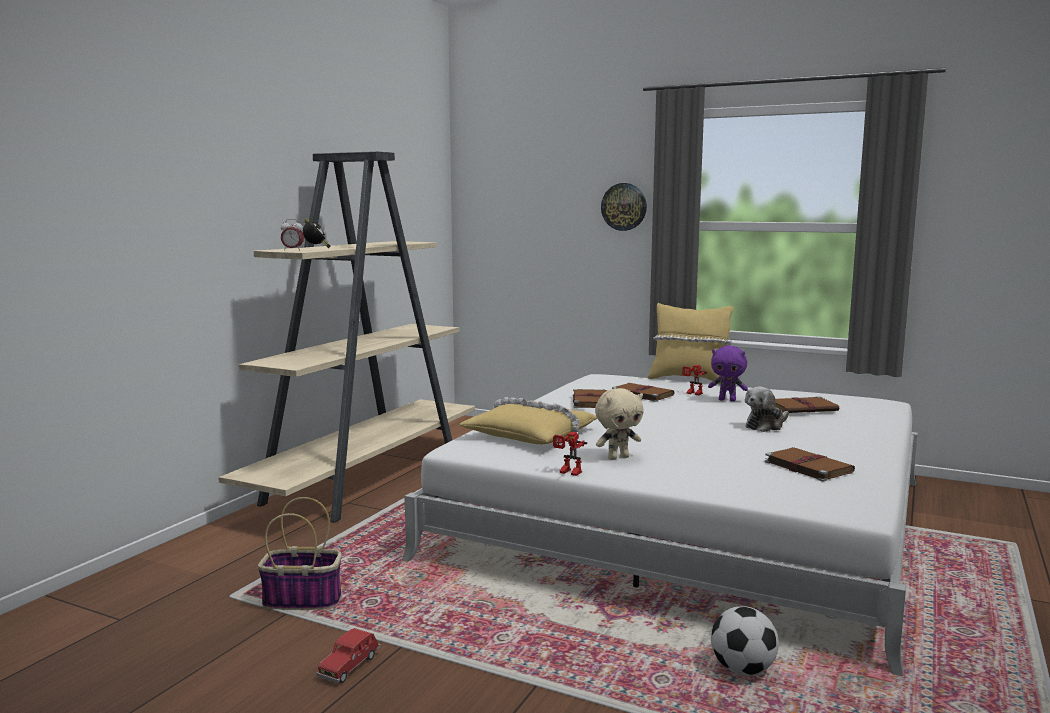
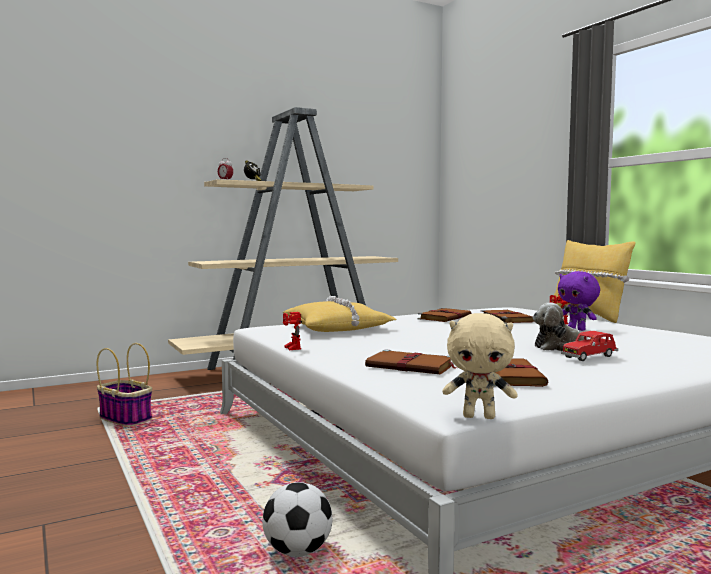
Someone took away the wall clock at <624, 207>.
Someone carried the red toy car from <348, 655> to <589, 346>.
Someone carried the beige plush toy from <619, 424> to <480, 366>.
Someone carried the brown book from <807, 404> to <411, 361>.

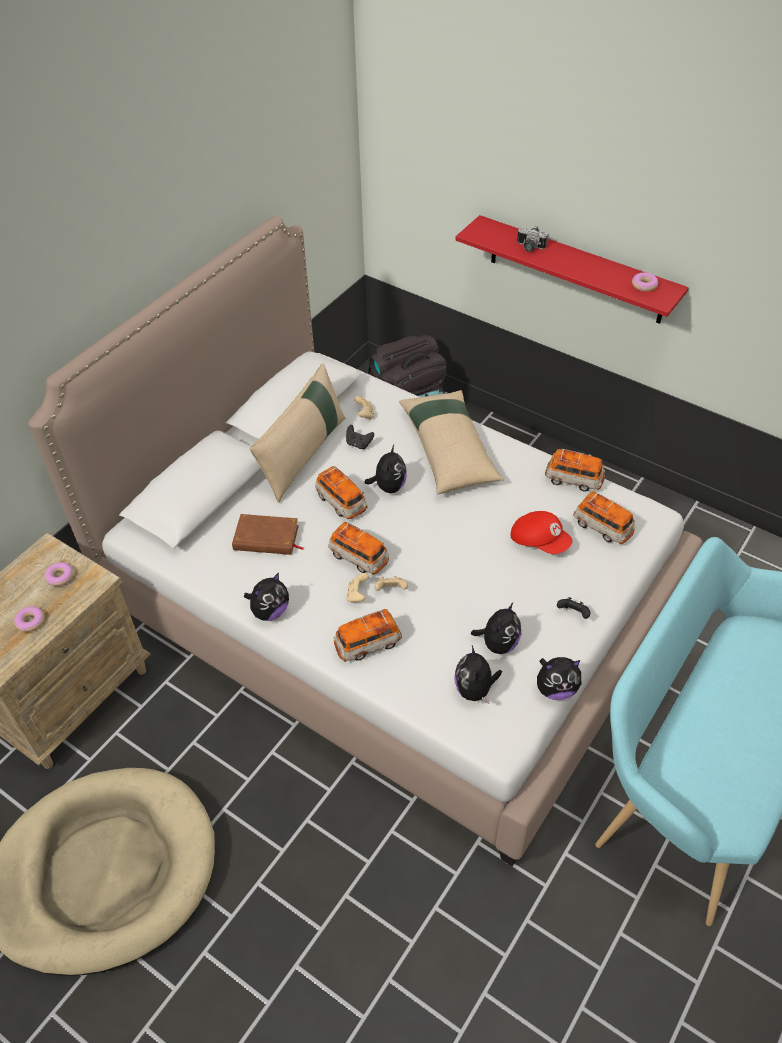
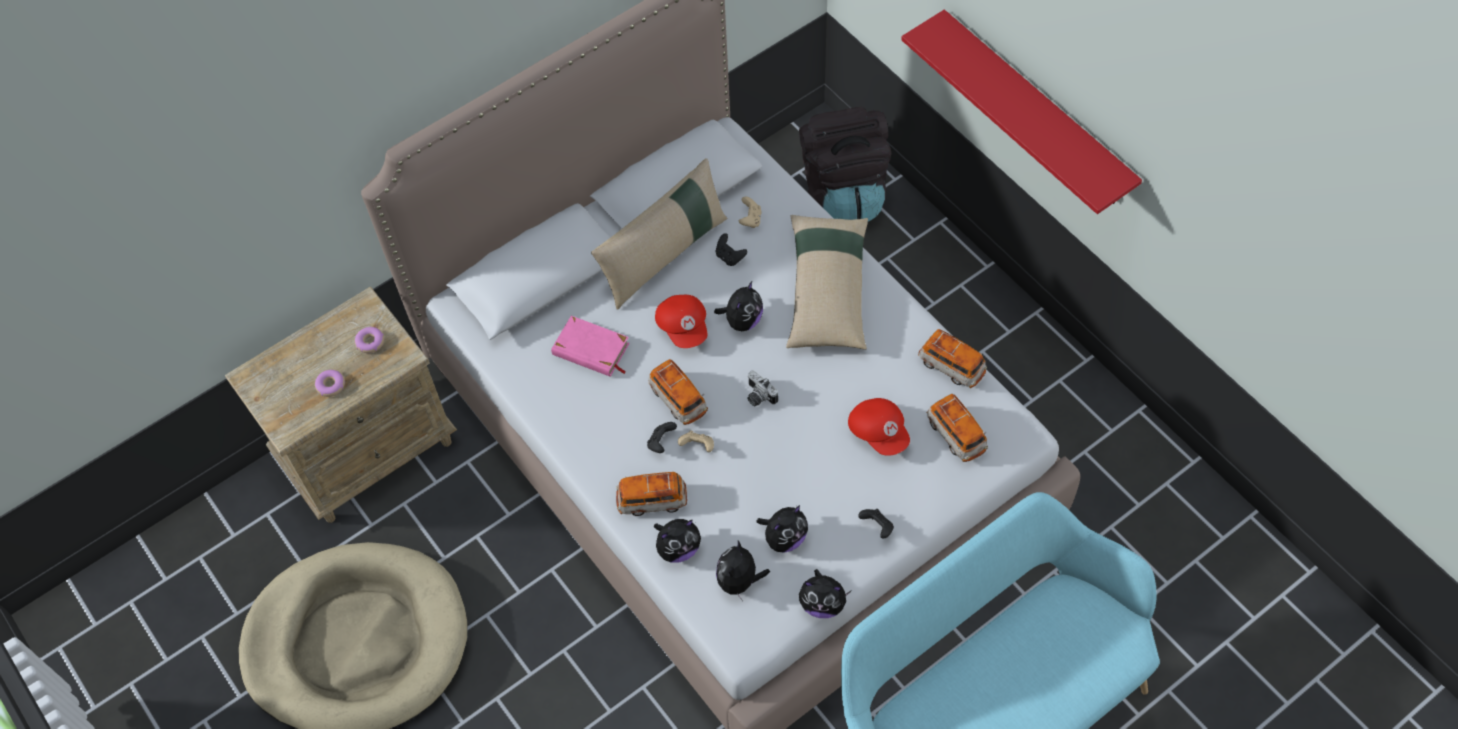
Someone took away the donut at <645, 282>.
Someone carried the plush toy from <266, 597> to <677, 541>.
Someone carried the photo camera from <532, 239> to <762, 388>.
Someone swapped the toy car at <341, 492> for the red cap at <681, 321>.
Someone repainted the brown book at <267, 534>, which became the pink book at <590, 346>.
Someone repainted the beige game controller at <357, 588>, which became the black game controller at <662, 437>.

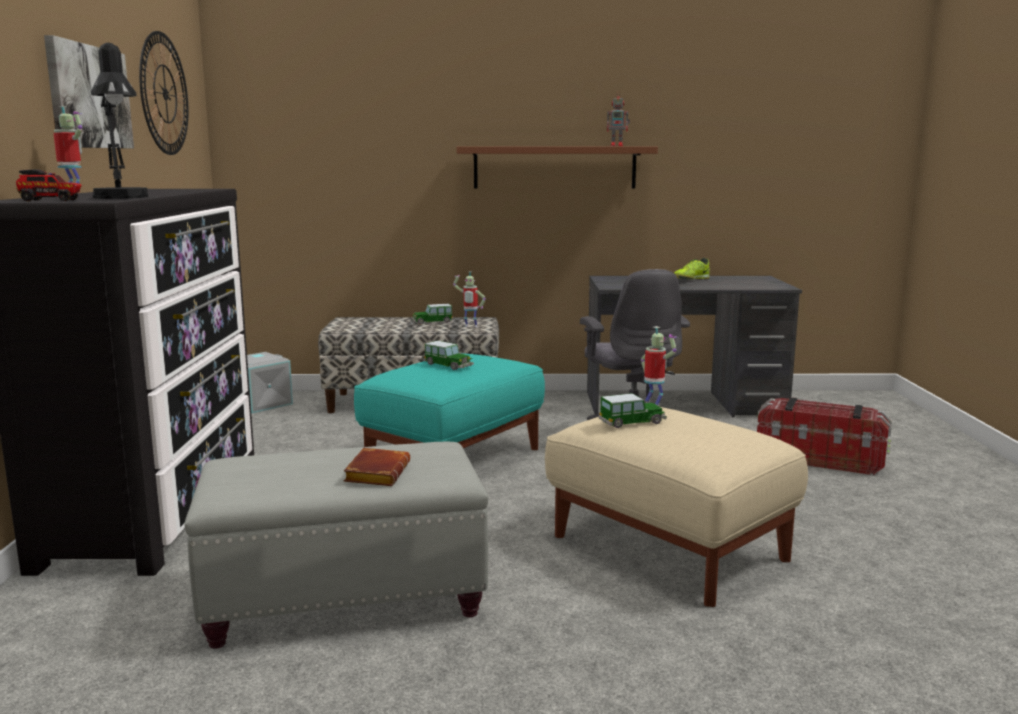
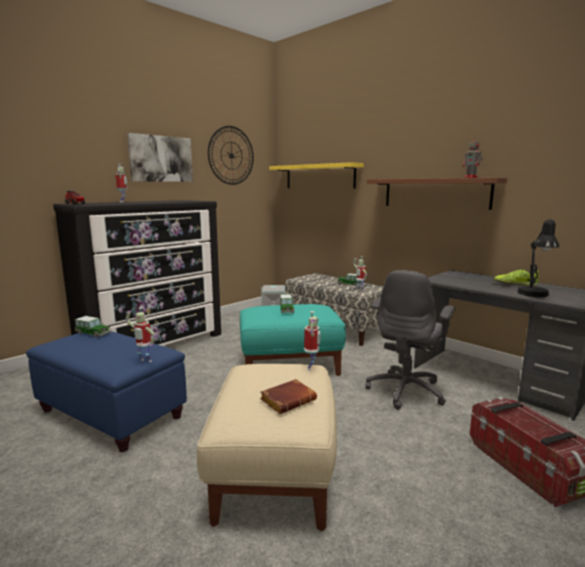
Someone put down the toy robot at <140, 334>.
Someone put up the yellow shelf at <316, 175>.
Someone carried the black table lamp from <119, 121> to <538, 258>.
Someone carried the brown book from <377, 467> to <288, 396>.
Someone carried the toy car from <633, 410> to <93, 327>.
Someone repainted the grey ottoman at <336, 545>, which became the blue ottoman at <106, 391>.

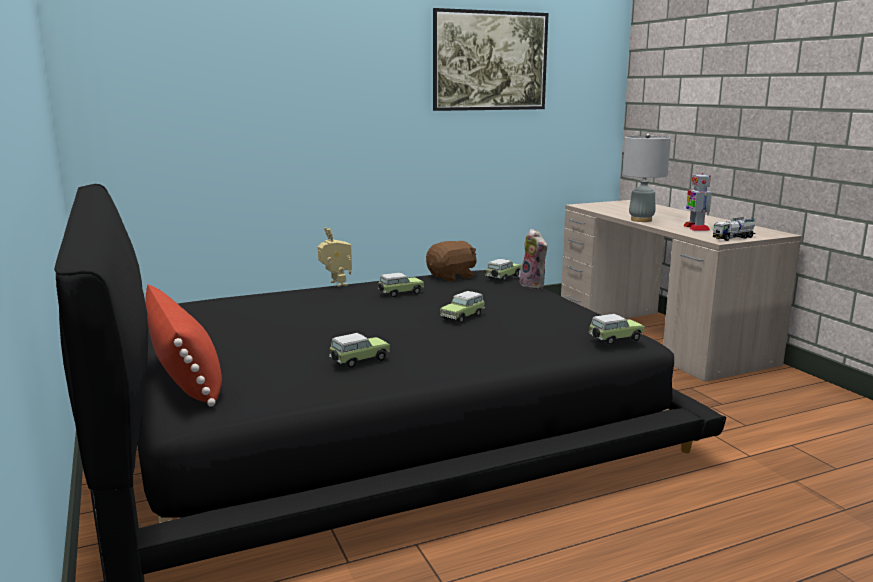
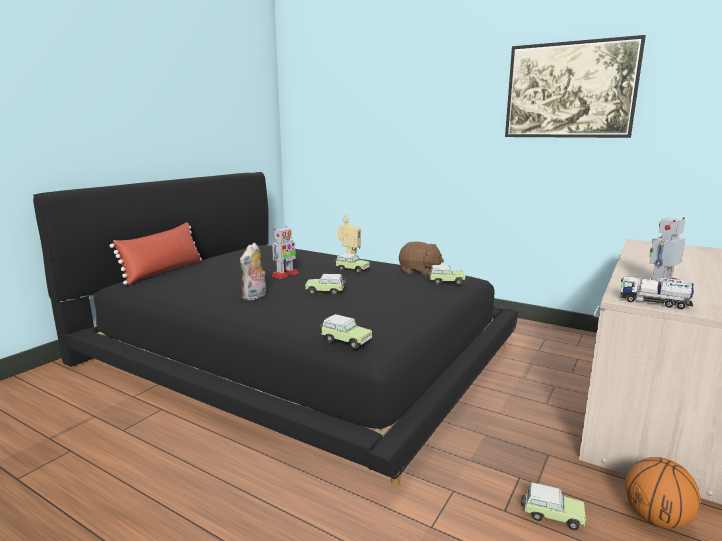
Someone took away the grey table lamp at <647, 177>.
Someone put down the toy robot at <285, 253>.
Someone put down the basketball at <663, 493>.
Someone carried the toy car from <359, 350> to <553, 506>.
Someone carried the plush toy from <534, 259> to <253, 272>.

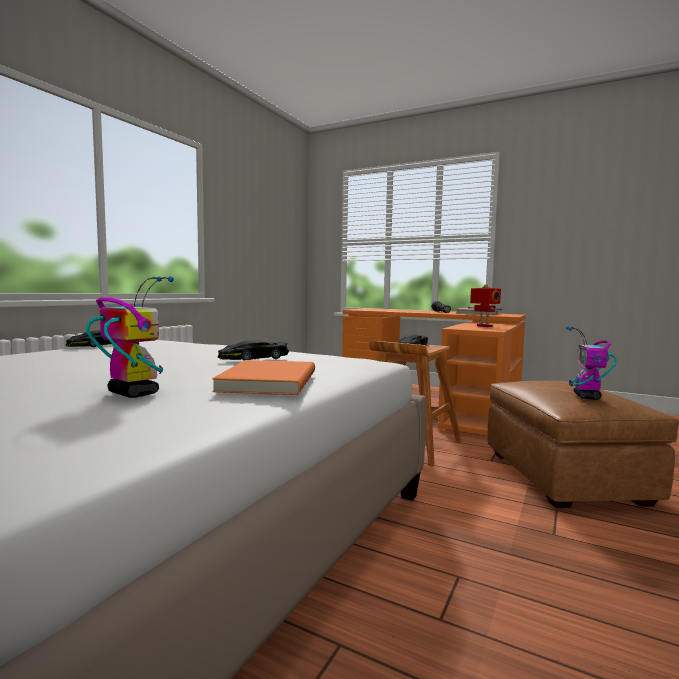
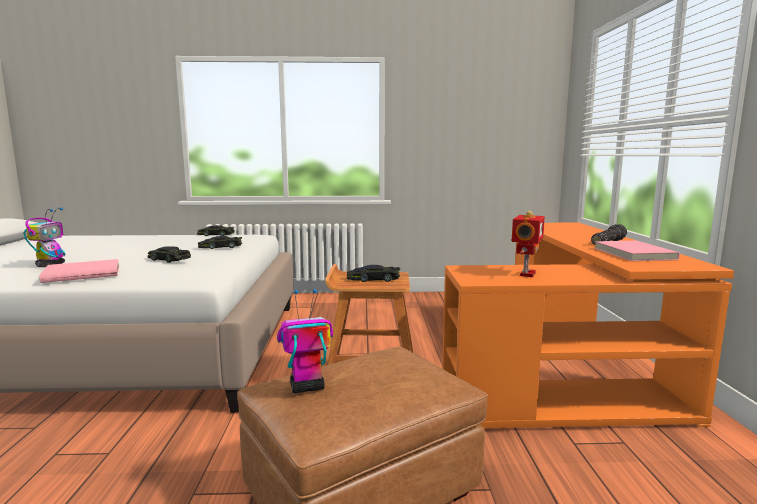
Someone put down the black toy car at <220, 242>.
Someone repainted the orange book at <263, 377>, which became the pink book at <79, 271>.

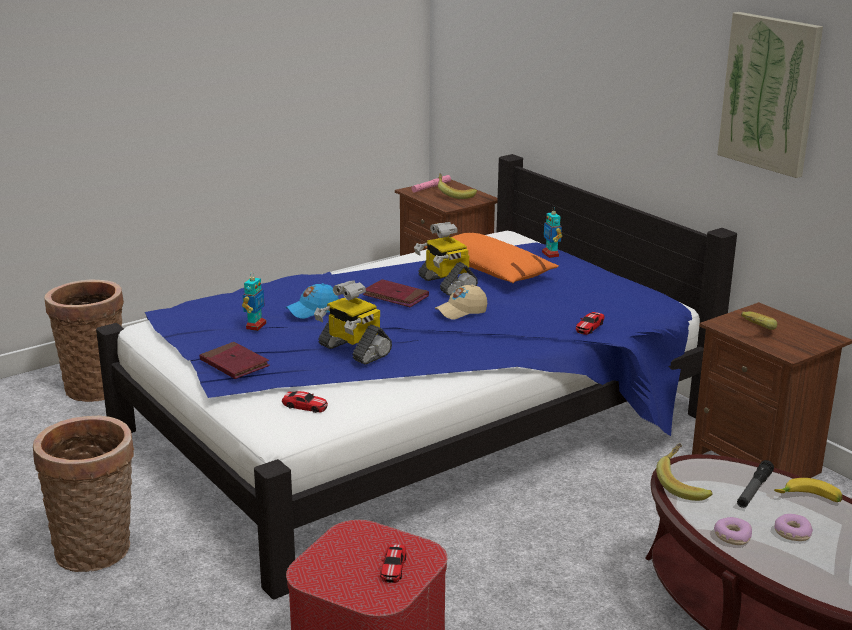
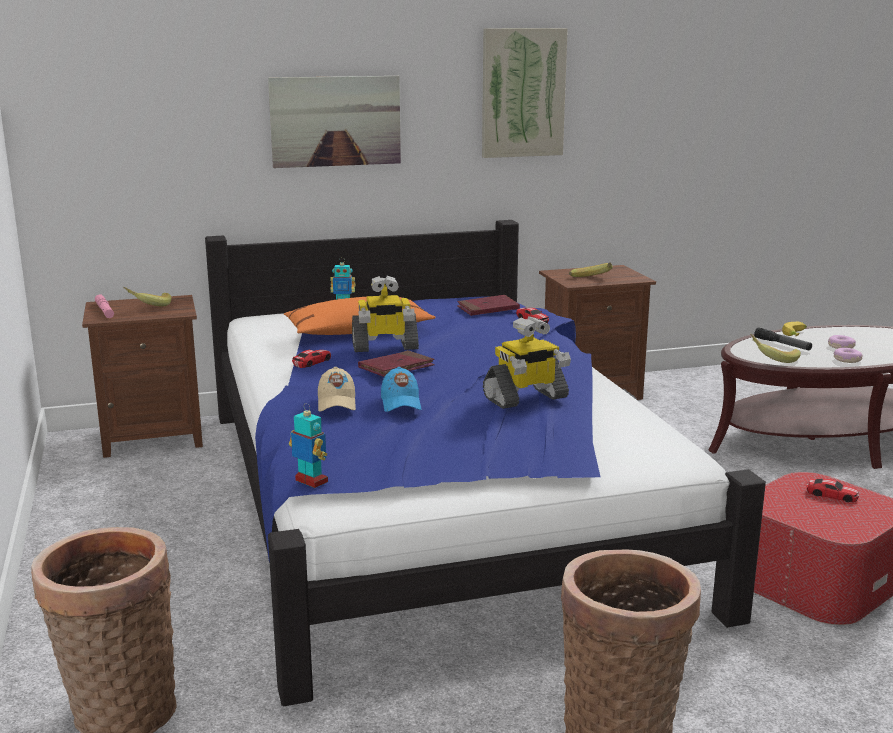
Someone put up the picture at <334, 122>.
Someone carried the red book from <234, 360> to <488, 305>.
Someone carried the toy robot from <254, 301> to <308, 445>.
Someone carried the toy car from <305, 402> to <311, 359>.
Someone carried the beige cap from <461, 302> to <337, 389>.

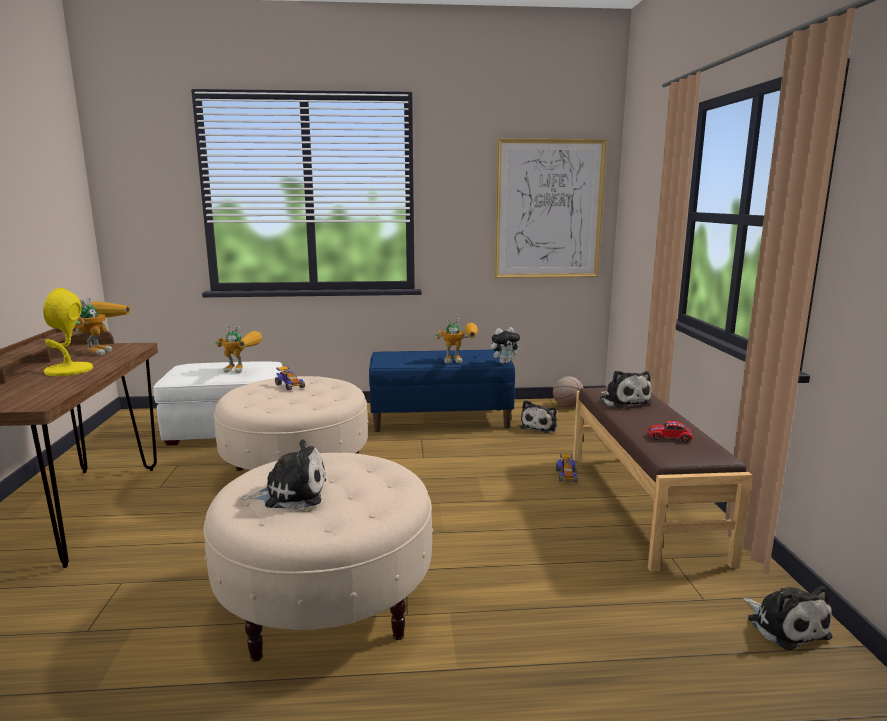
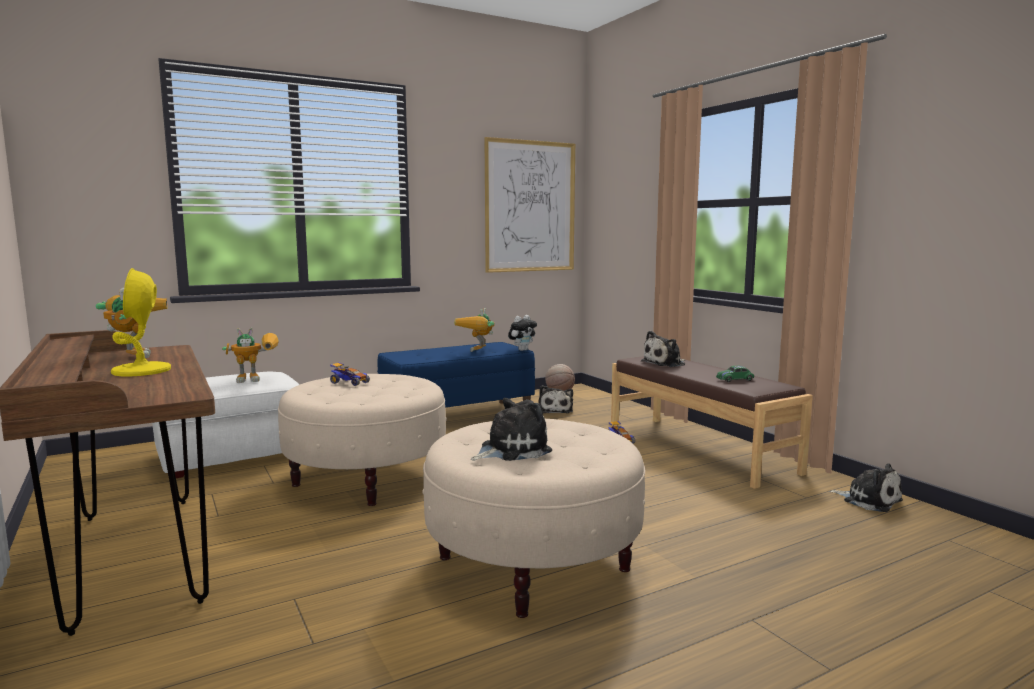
Someone repainted the red toy car at <670, 431>, which became the green toy car at <735, 374>.
Someone rotated the toy robot at <456, 340> by 135 degrees clockwise.
Someone rotated the plush toy at <626, 389> by 105 degrees clockwise.

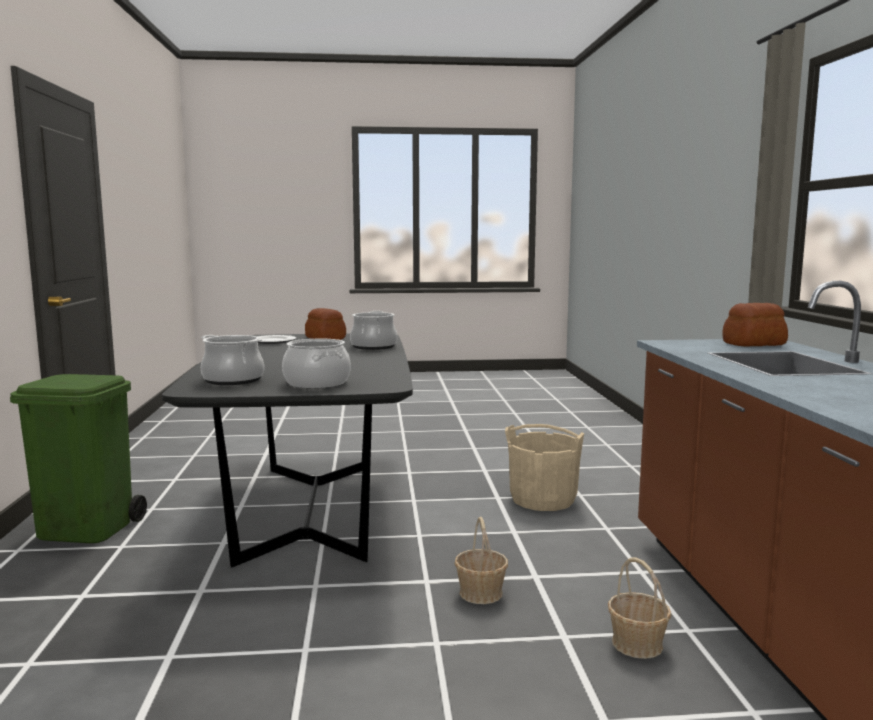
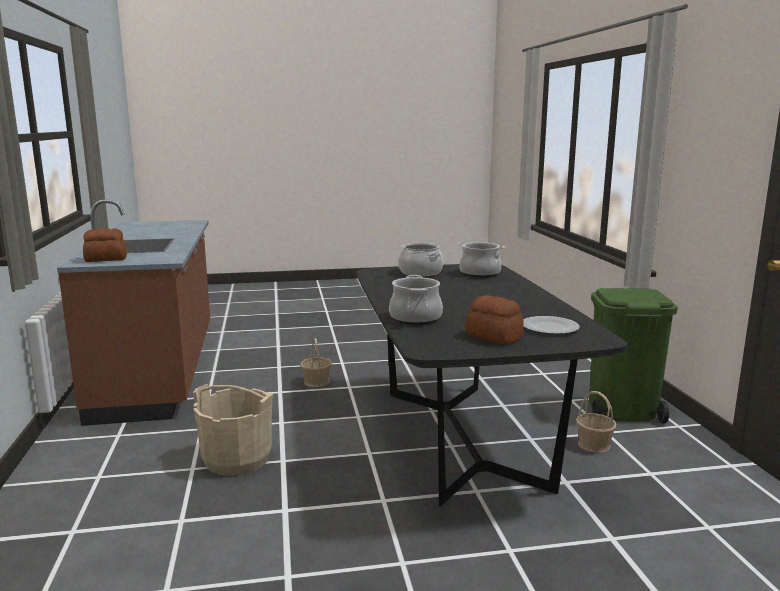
Someone carried the basket from <639, 608> to <596, 422>.

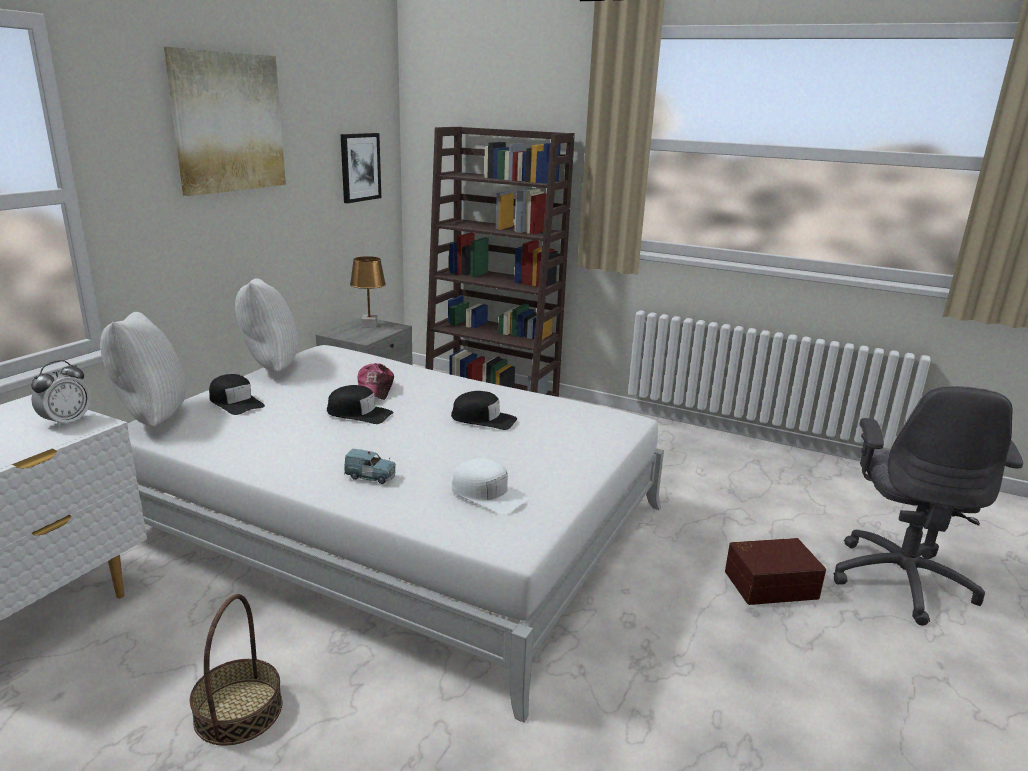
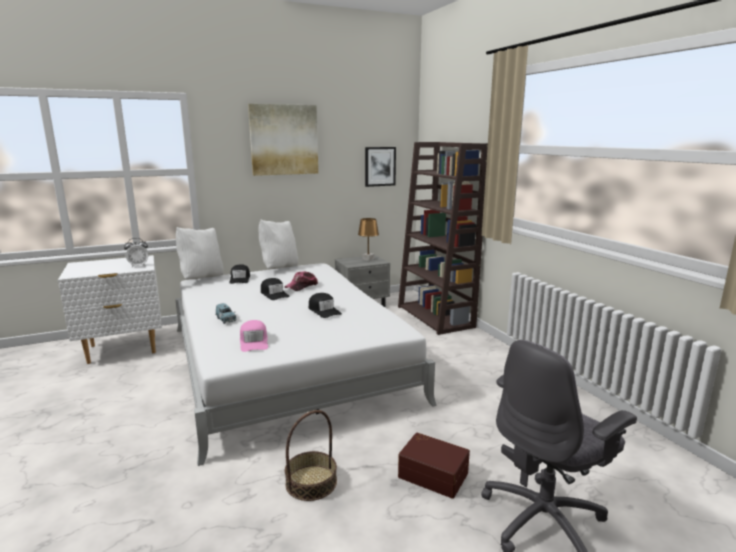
Someone carried the basket from <236, 670> to <311, 455>.
Someone repainted the white cap at <490, 486>, which became the pink cap at <254, 336>.

